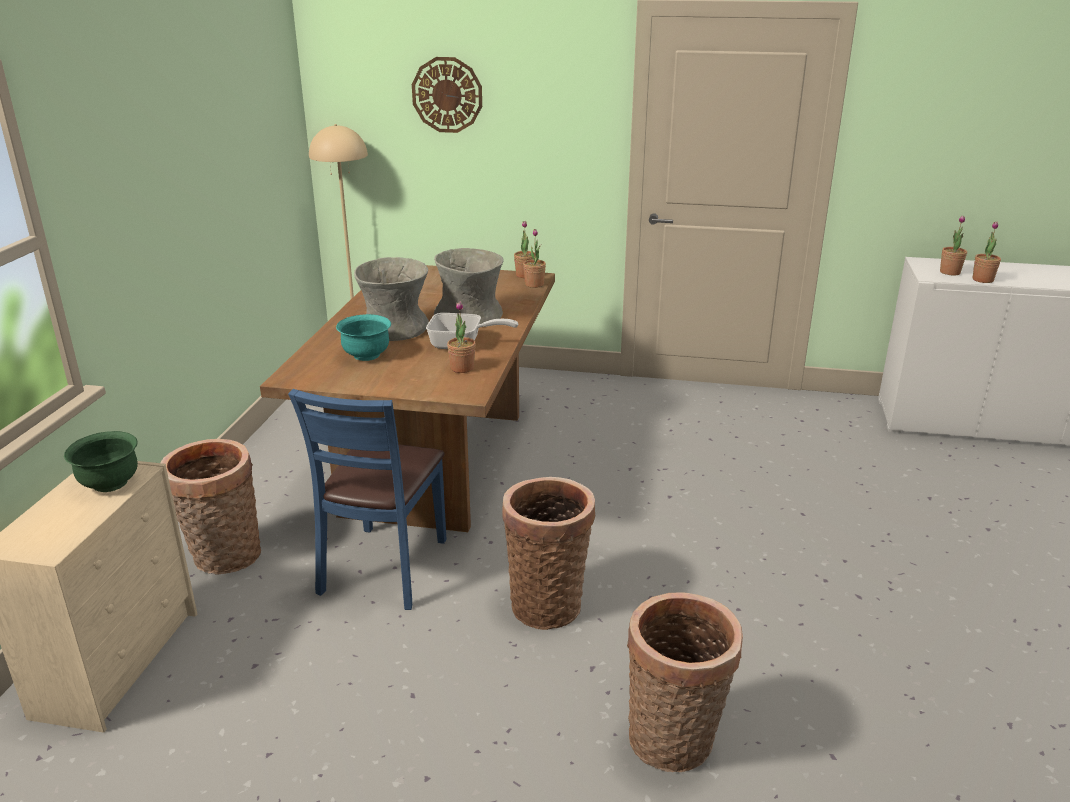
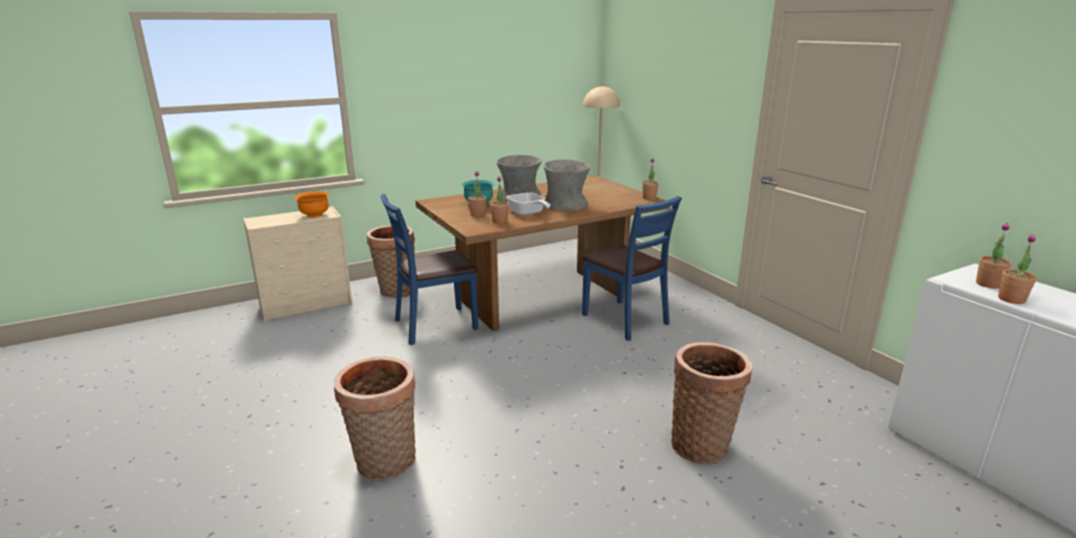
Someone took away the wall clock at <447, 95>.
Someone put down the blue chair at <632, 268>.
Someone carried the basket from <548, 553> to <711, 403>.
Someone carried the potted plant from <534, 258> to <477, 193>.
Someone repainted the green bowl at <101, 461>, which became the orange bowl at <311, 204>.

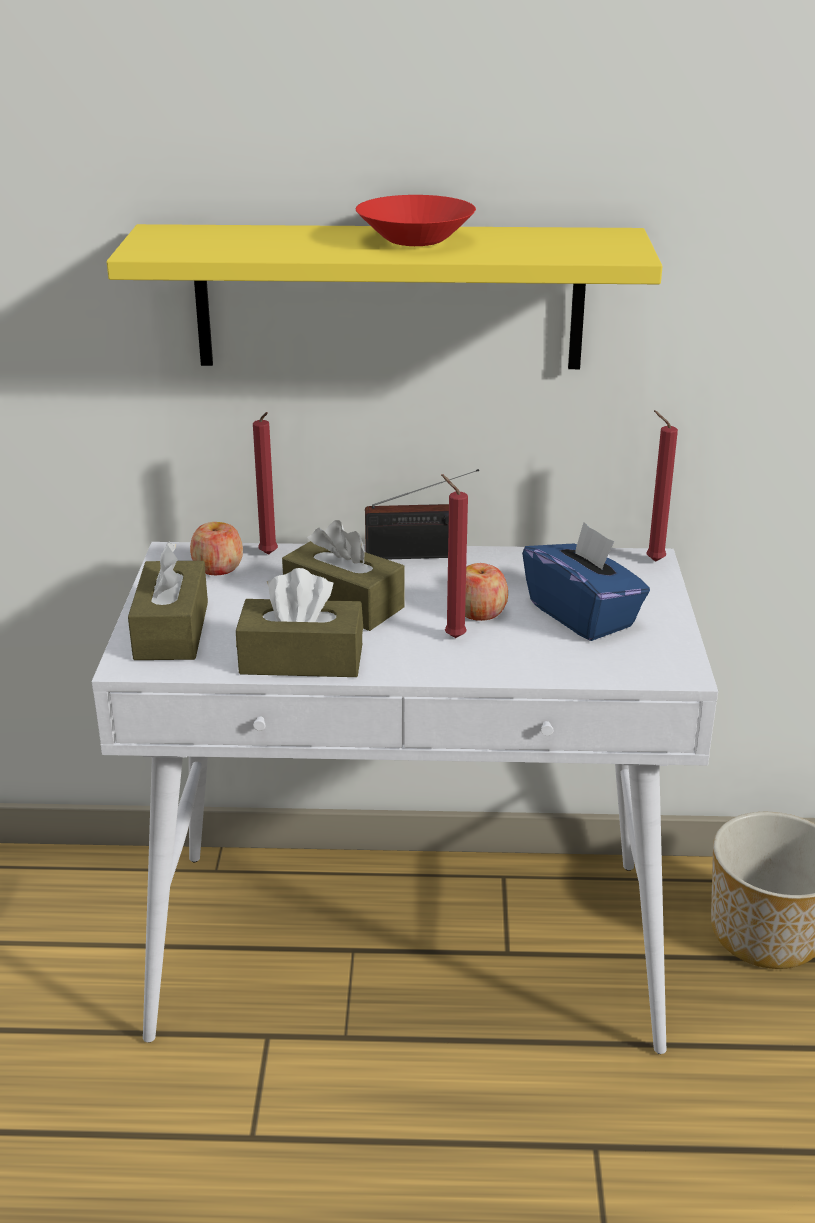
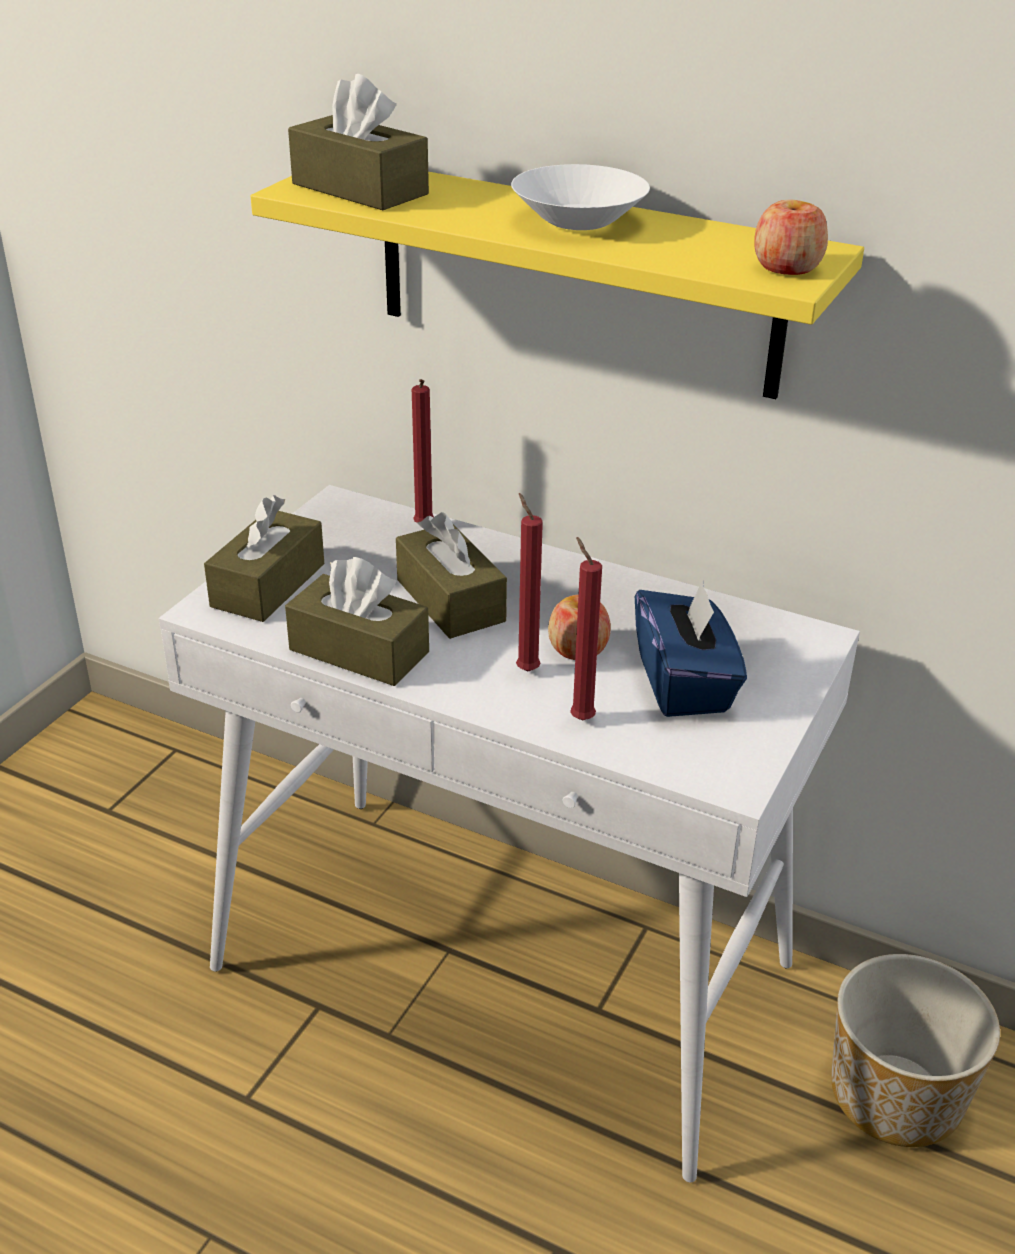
Someone took away the radio at <422, 514>.
Someone put down the brown tissue box at <358, 142>.
Someone carried the apple from <216, 548> to <791, 237>.
Someone carried the red candle from <662, 486> to <586, 628>.
Someone repainted the red bowl at <416, 220>, which became the white bowl at <580, 197>.

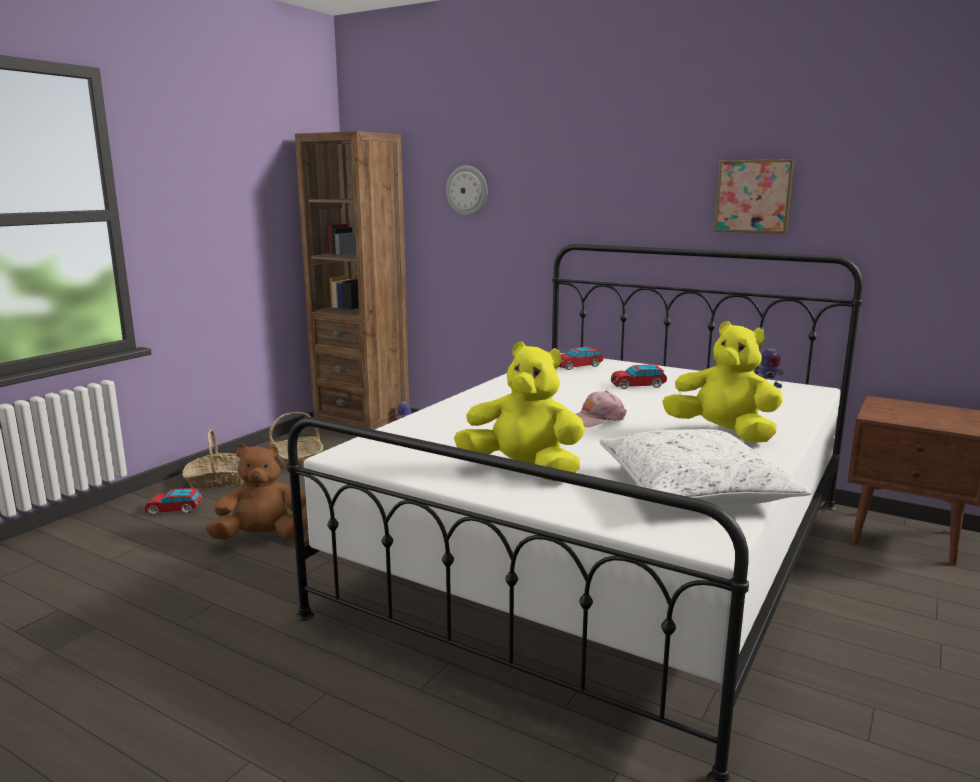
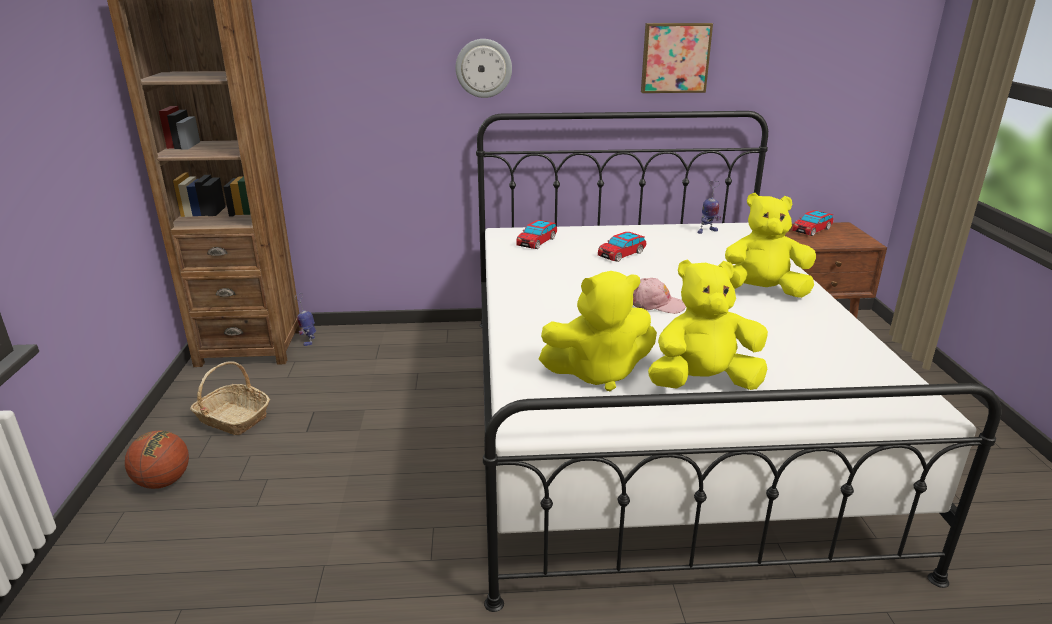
Someone took away the brown plush toy at <257, 492>.
Someone took away the white pillow at <706, 467>.
Someone put down the yellow plush toy at <598, 331>.
Someone carried the toy car from <173, 501> to <812, 223>.
Someone carried the wall clock from <466, 191> to <484, 68>.
Someone swapped the basket at <213, 459> for the basketball at <157, 459>.
Someone rotated the pink cap at <601, 409> by 105 degrees counterclockwise.

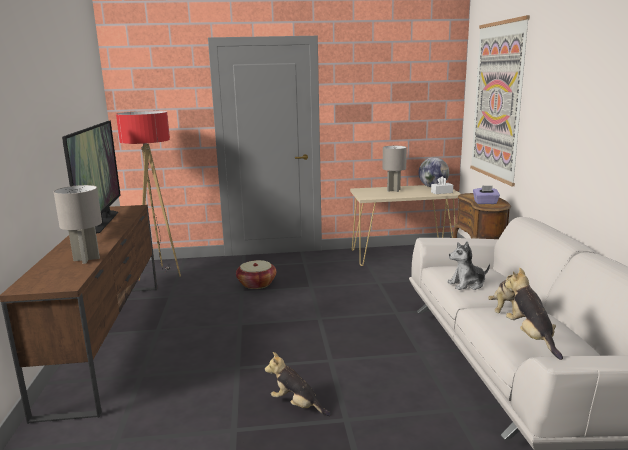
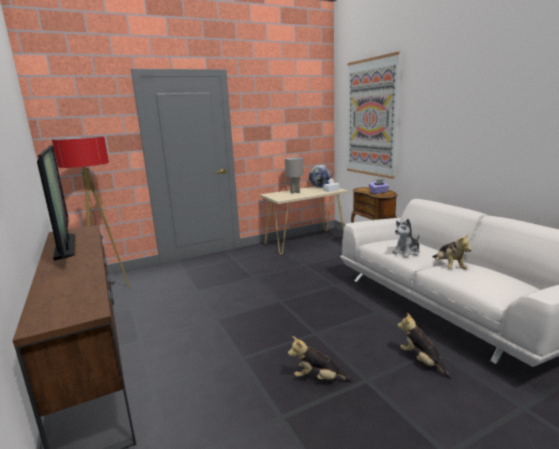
Someone took away the grey table lamp at <78, 224>.
Someone took away the basket at <256, 274>.
Someone carried the plush toy from <534, 314> to <425, 345>.

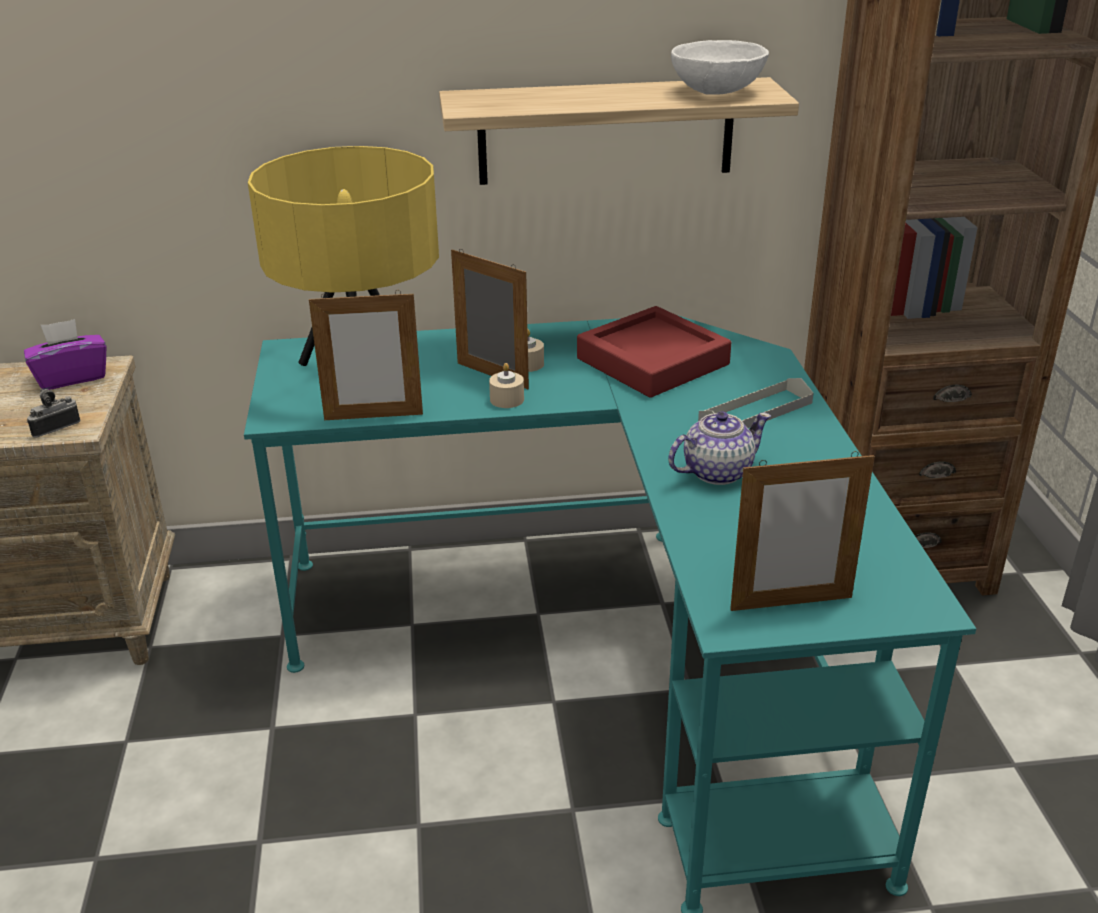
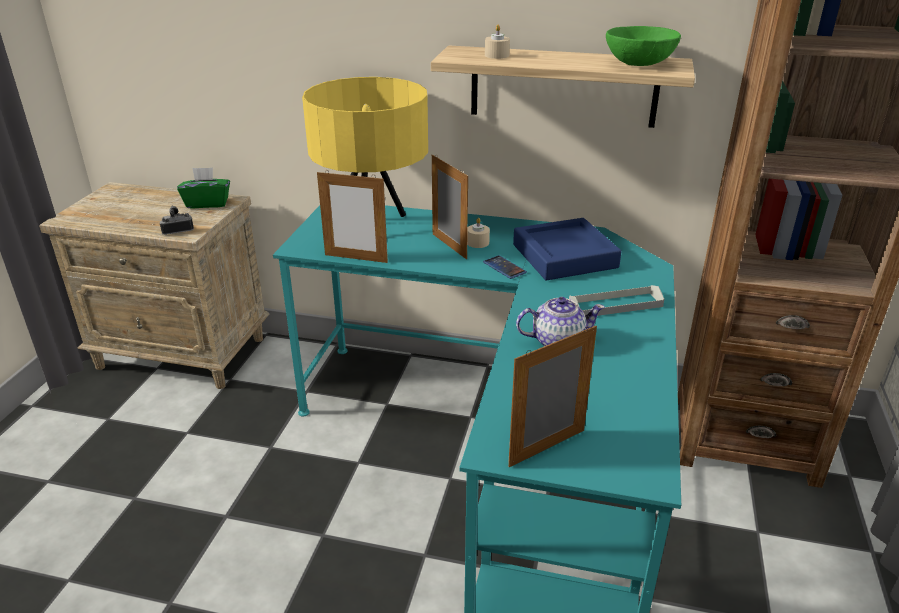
Someone put down the phone at <505, 267>.
Someone carried the beige candle from <506, 385> to <497, 42>.
Someone repainted the purple tissue box at <65, 354>, which became the green tissue box at <203, 187>.
Someone repainted the red tray at <654, 352>, which became the blue tray at <567, 249>.
Someone repainted the white bowl at <720, 67>, which became the green bowl at <643, 46>.
Someone rotated the picture frame at <802, 531> by 135 degrees clockwise.

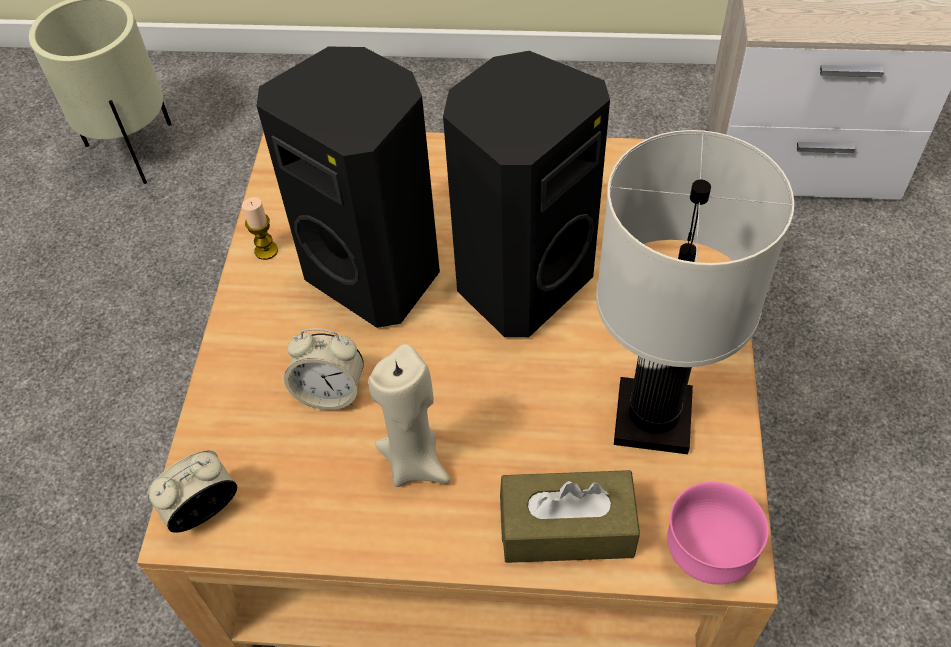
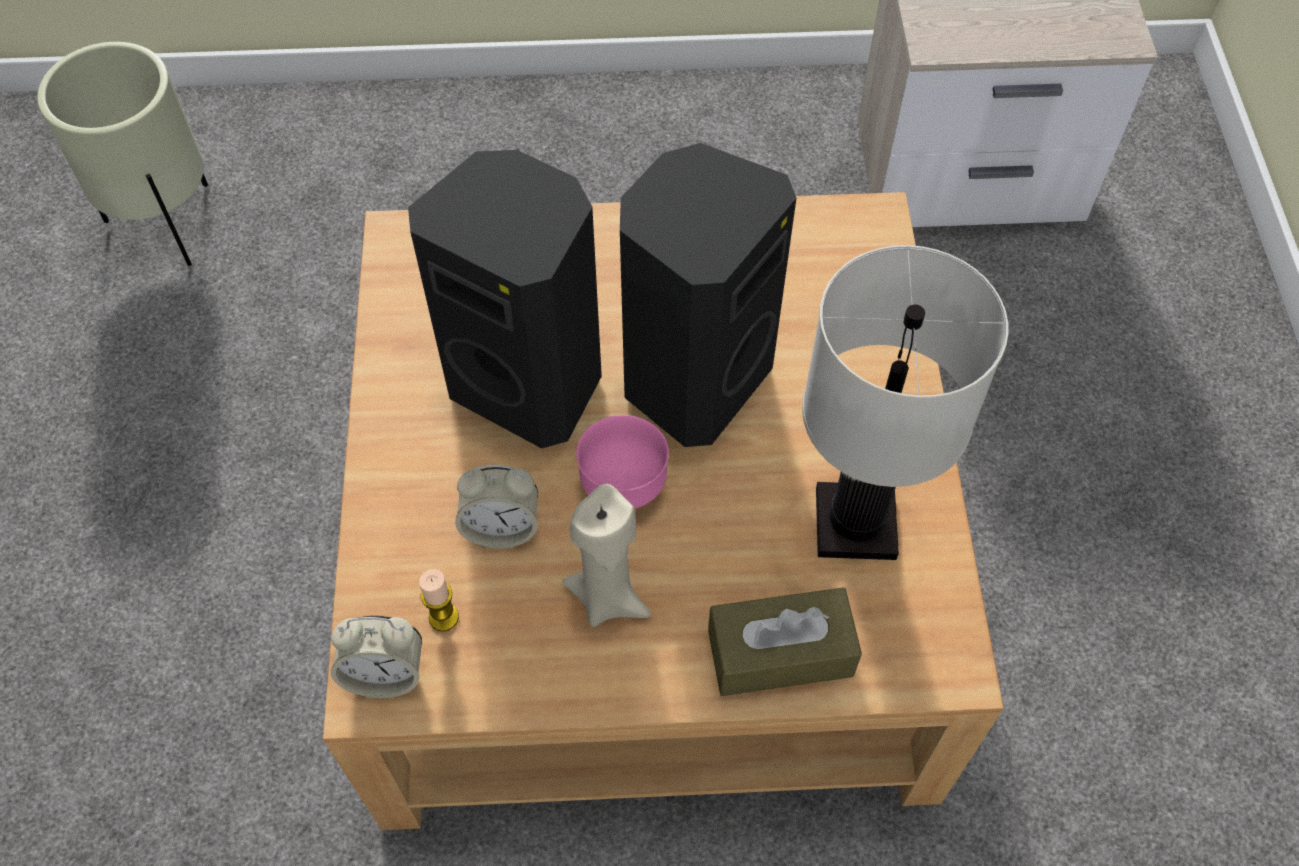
Someone carried the candle from <260, 228> to <439, 600>.
Someone carried the pink bowl from <718, 533> to <622, 462>.
Someone rotated the alarm clock at <192, 492> by 135 degrees counterclockwise.

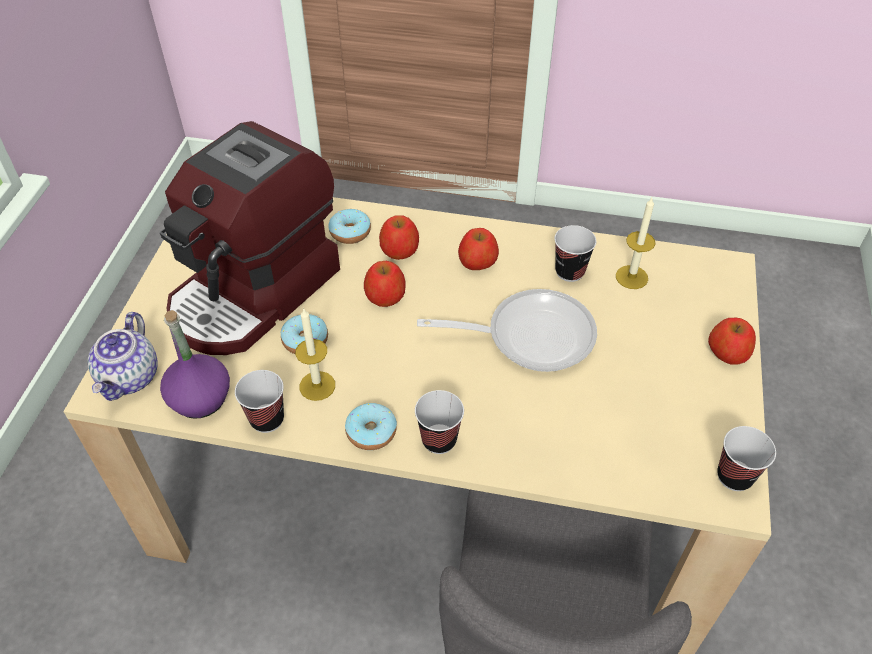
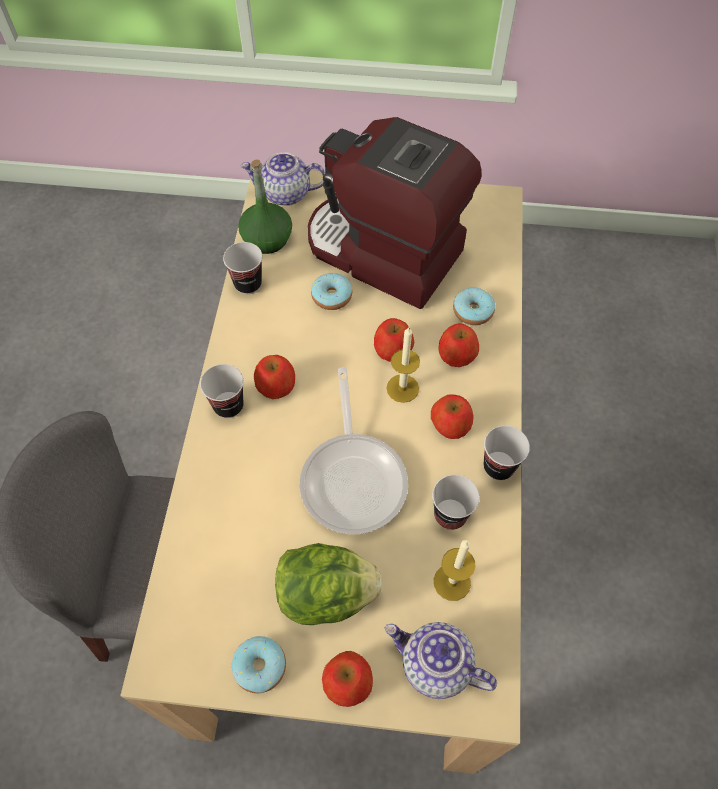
Someone put down the apple at <274, 377>.
Someone put down the lettuce at <328, 584>.
Someone put down the teapot at <441, 660>.
Someone carried the candle from <315, 354> to <403, 365>.
Someone carried the donut from <371, 426> to <259, 664>.
Someone carried the cup from <746, 458> to <507, 452>.
Someone repainted the purple bottle at <195, 364>, which became the green bottle at <265, 206>.

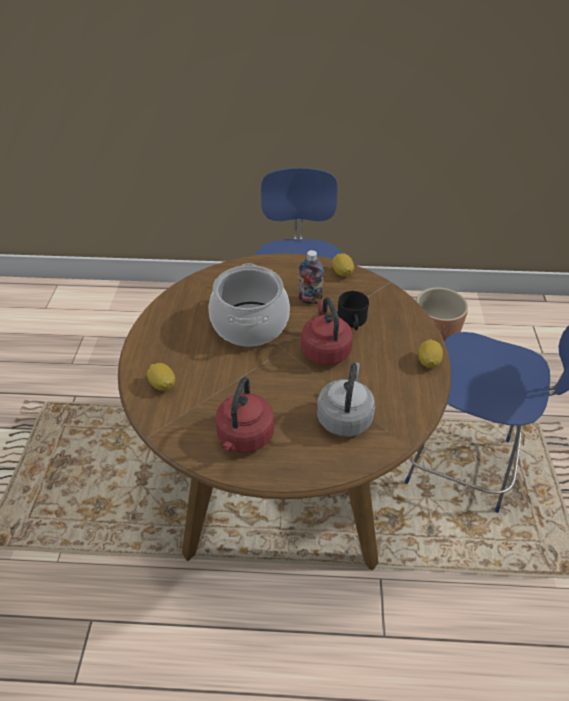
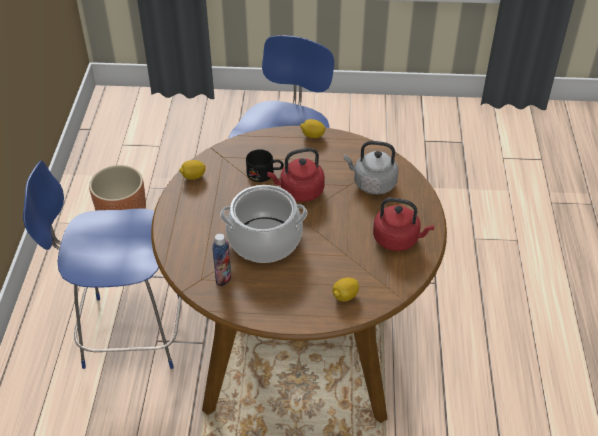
Someone carried the bottle from <311, 277> to <221, 259>.

